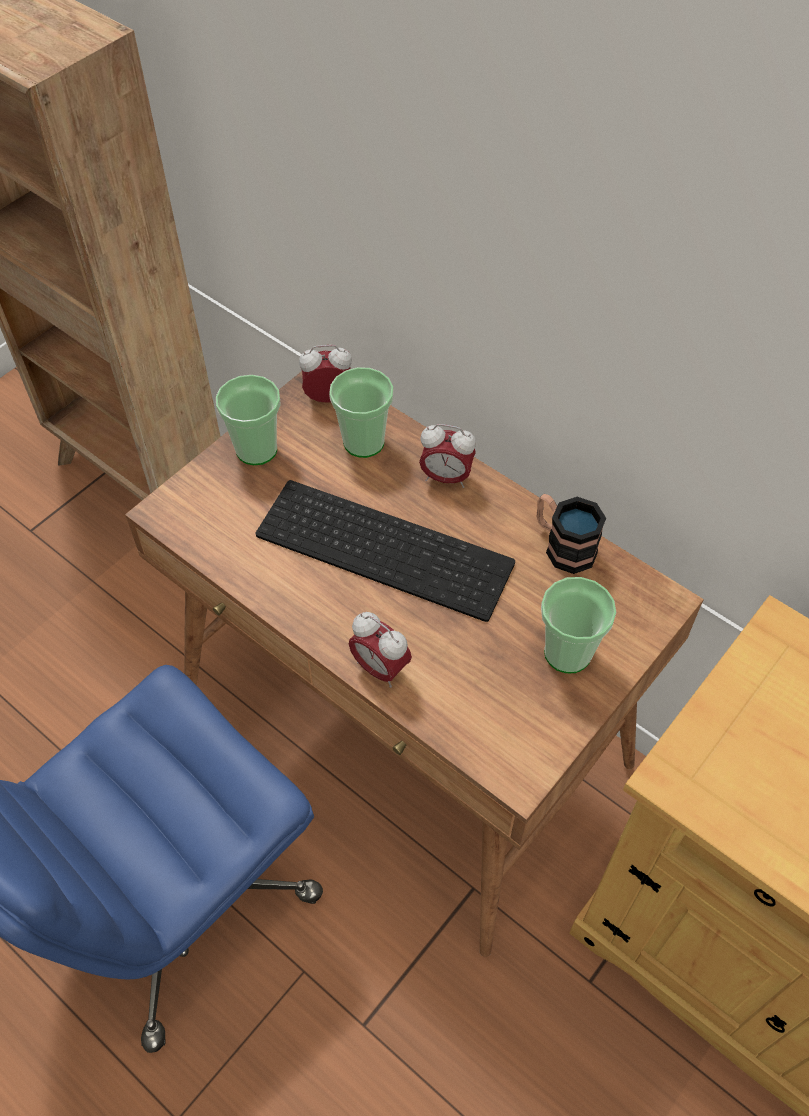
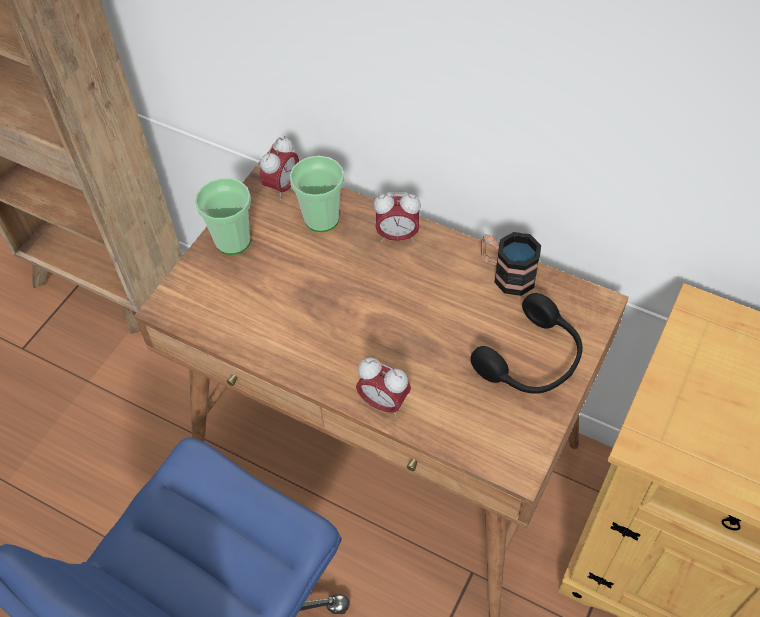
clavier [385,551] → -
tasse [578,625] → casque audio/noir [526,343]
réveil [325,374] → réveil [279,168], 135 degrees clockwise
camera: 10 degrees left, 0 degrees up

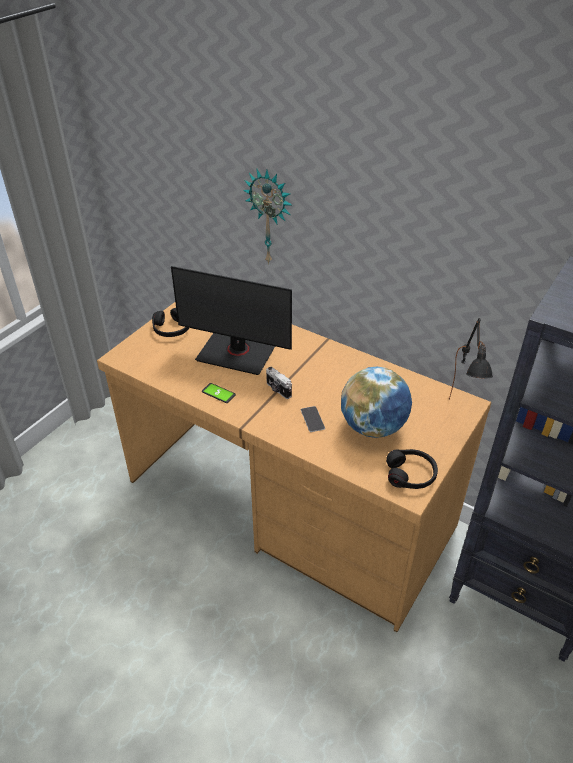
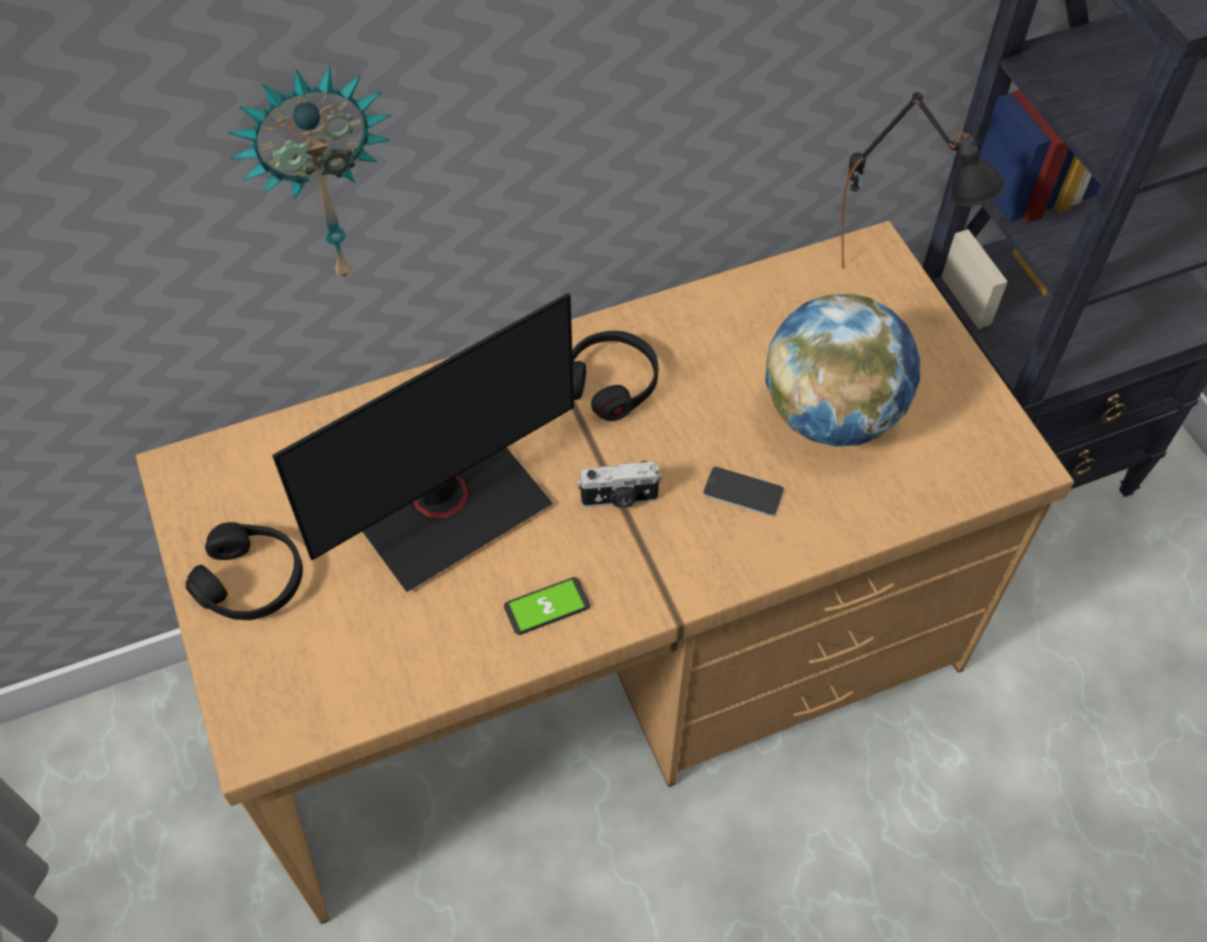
casque audio/noir [412,469] → casque audio/noir [615,376], shifted
camera: 55 degrees left, 15 degrees up

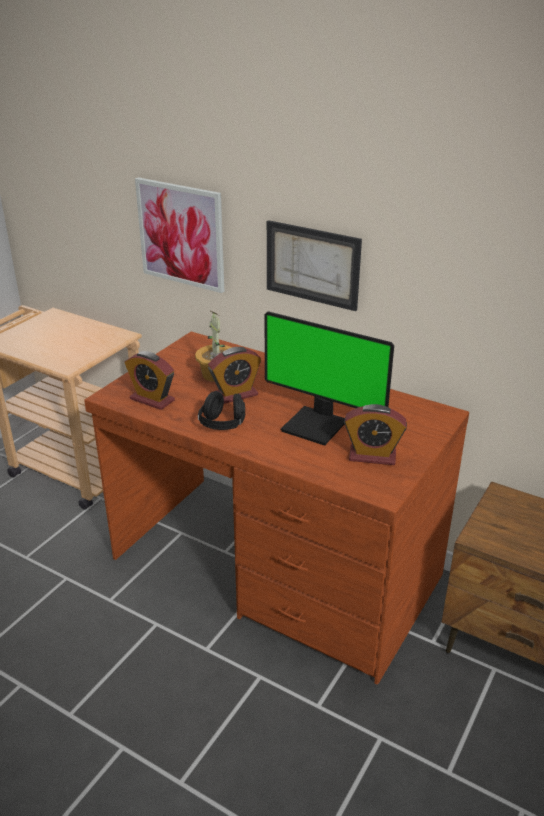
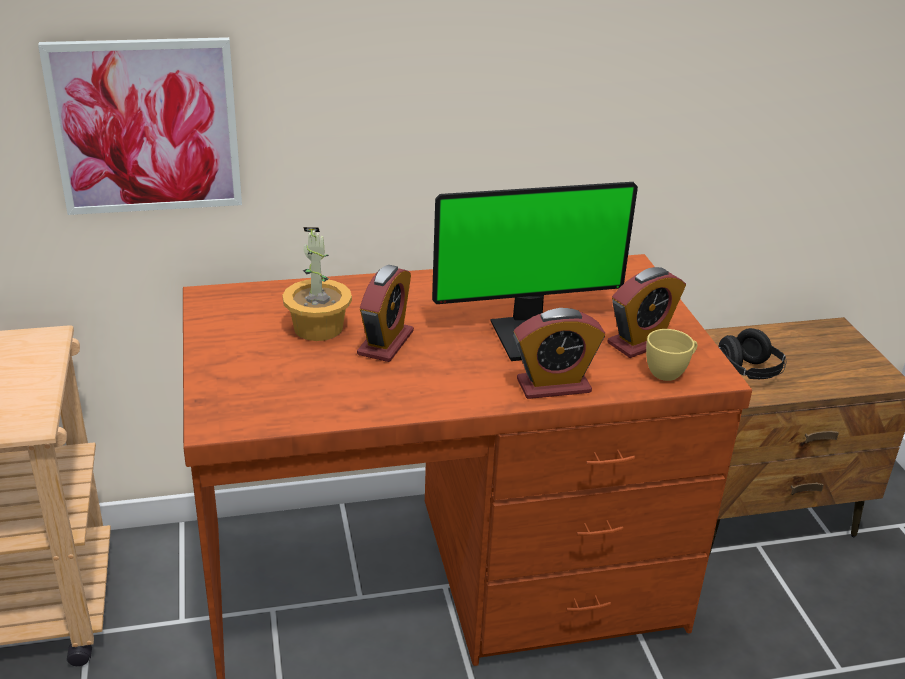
tableau [314,265] → -
- → tasse/jaune [672,355]
réveil [150,380] → réveil [559,353], shifted
casque audio/noir [221,410] → casque audio/noir [752,353], shifted
camera: 45 degrees left, 0 degrees up

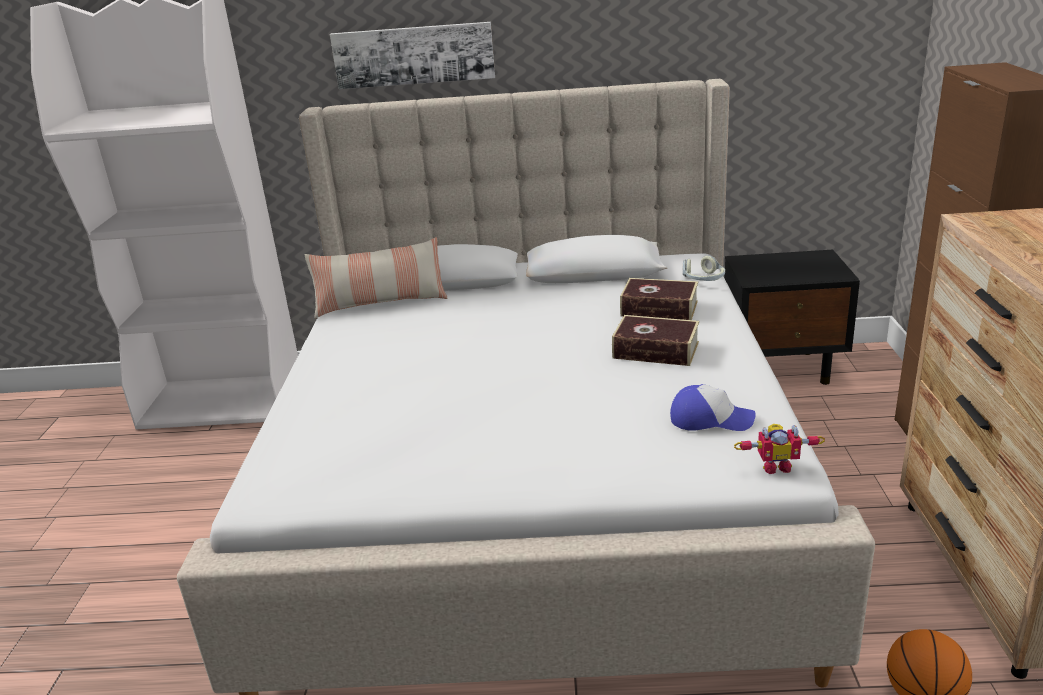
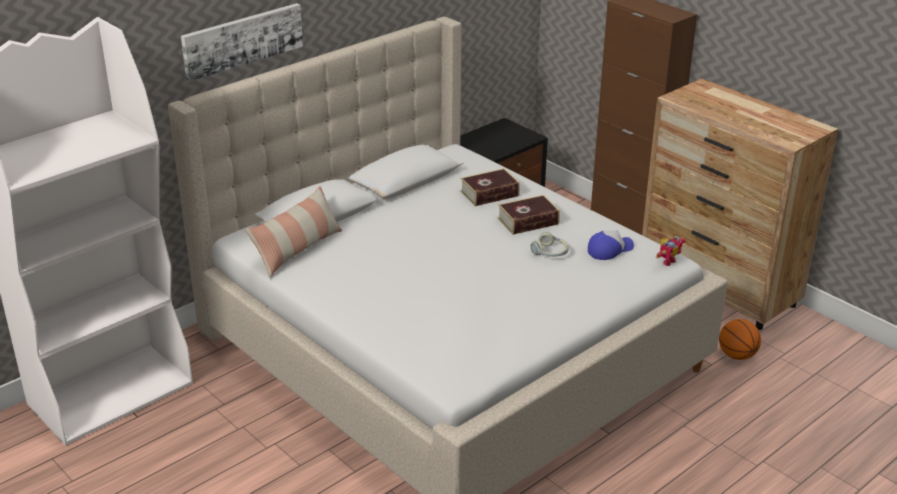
casque audio [704,268] → casque audio [549,244], shifted
camera: 45 degrees left, 5 degrees up

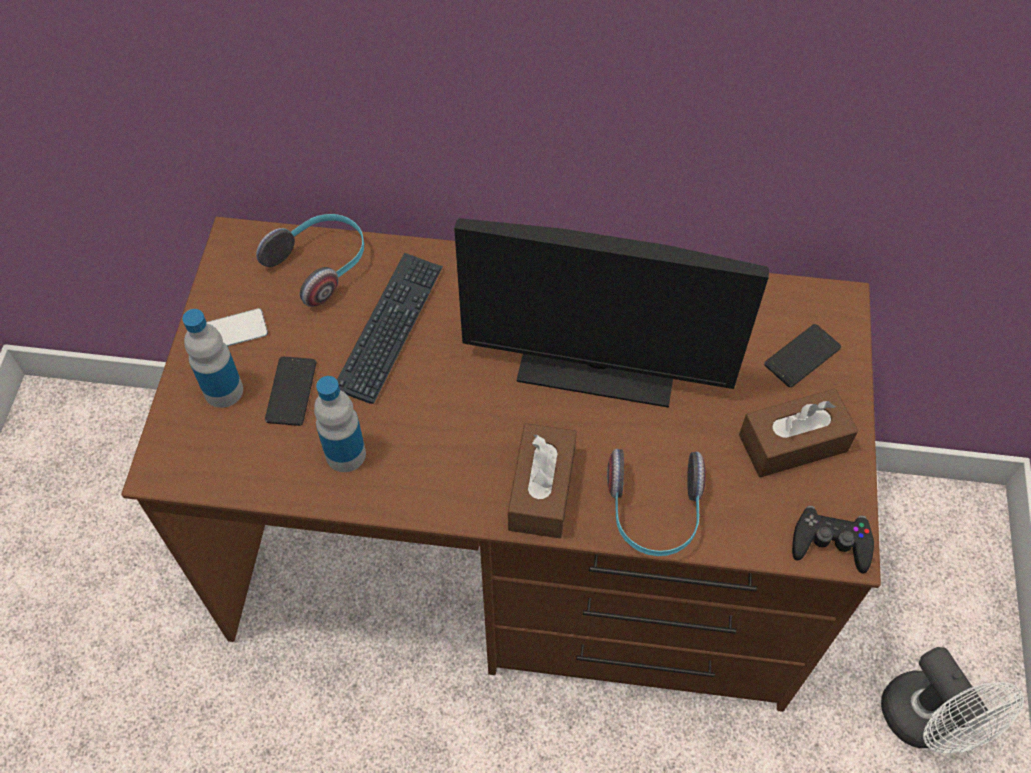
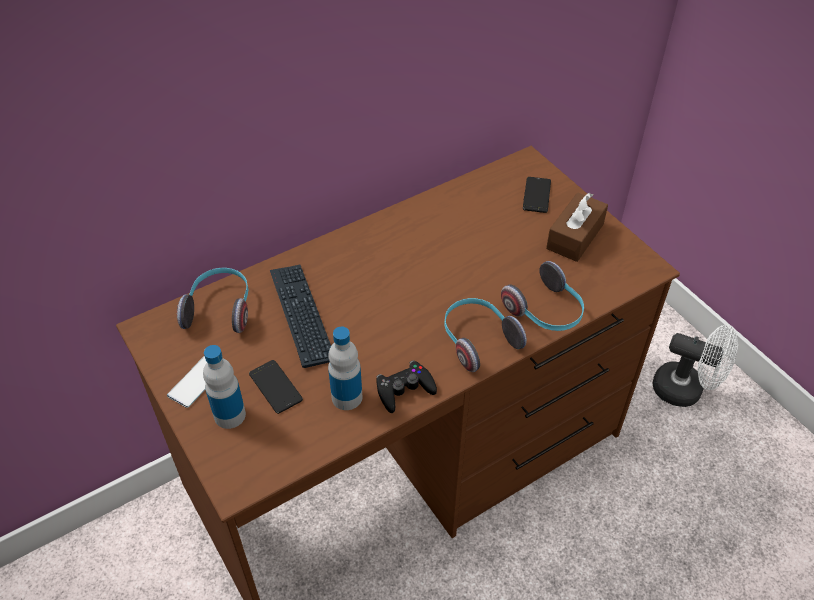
écran d'ordinateur [611,313] → -
manette/noir [833,540] → manette/noir [406,386], shifted
boîte à mouchoirs/marron [542,480] → casque audio [486,335]
camera: 40 degrees left, 10 degrees down

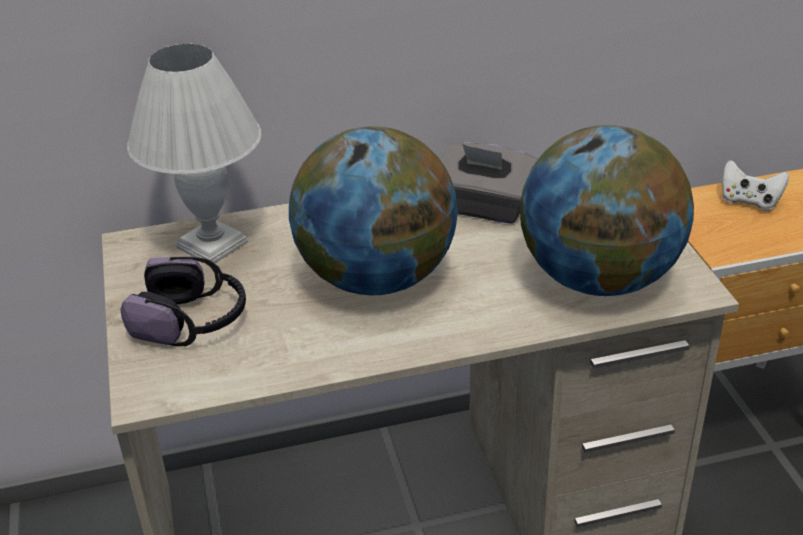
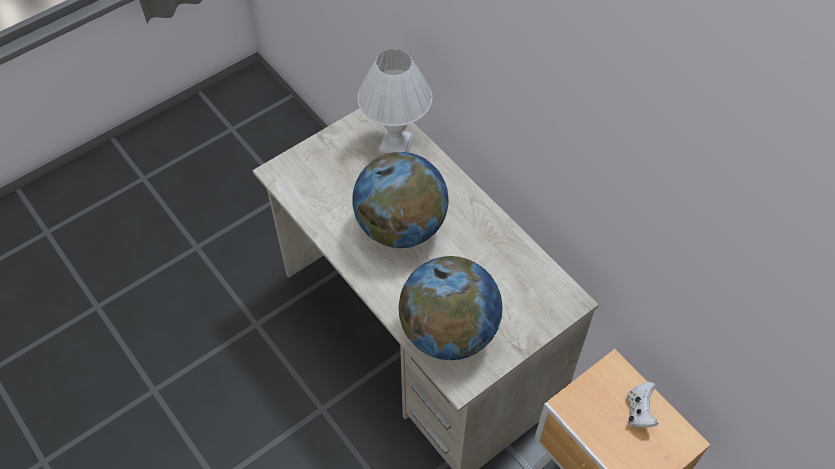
casque audio [183,301] → -
boîte à mouchoirs/gris [489,183] → -
camera: 65 degrees right, 20 degrees up

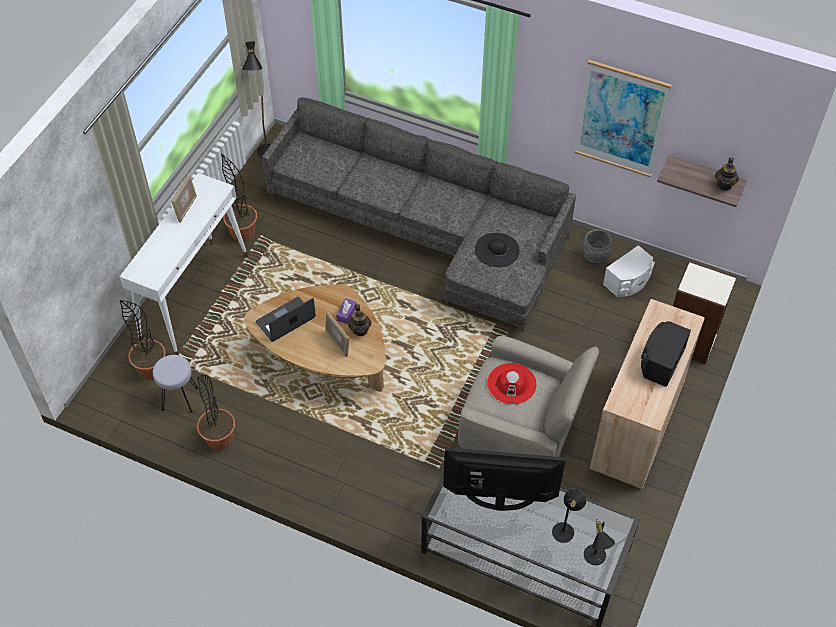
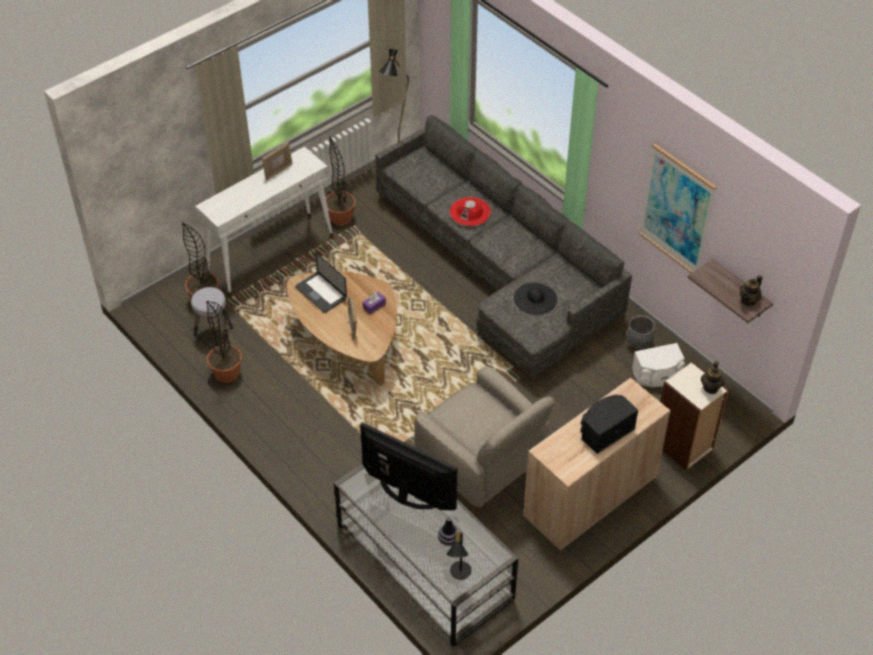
théière [359,320] → théière [712,377], shifted
chapeau/rouge [512,383] → chapeau/rouge [470,211], shifted
lampe de table/noir [569,516] → vase [448,531]
ordinateur portable [286,319] → ordinateur portable [321,283], 120 degrees counterclockwise
camera: 25 degrees right, 5 degrees down

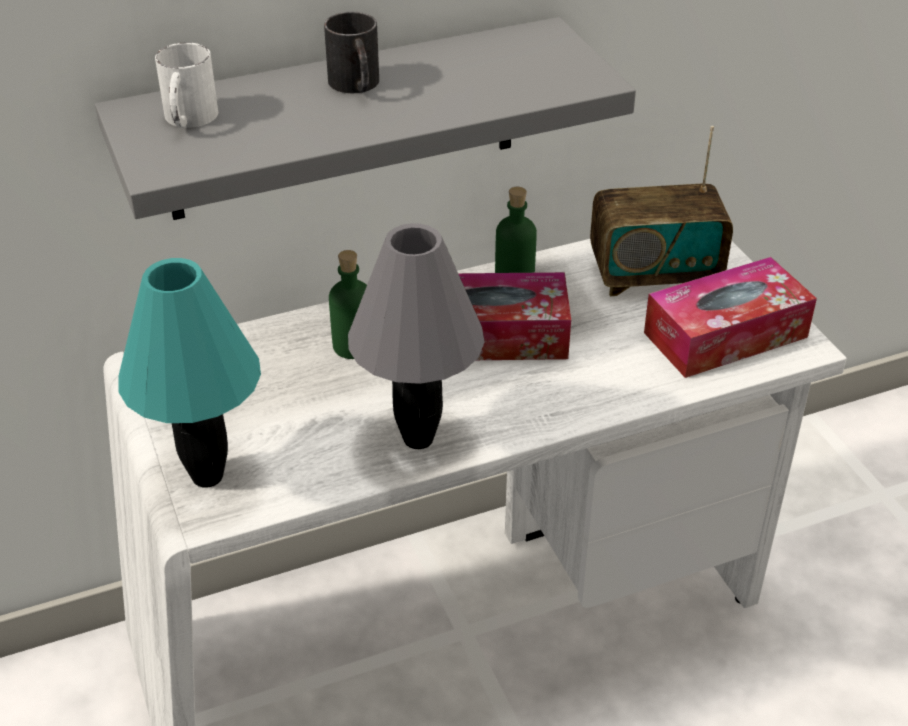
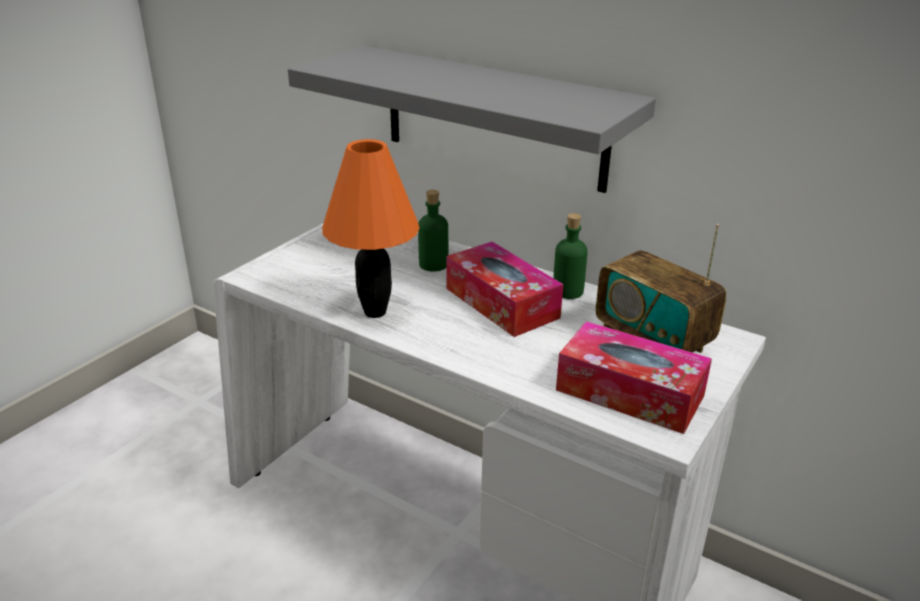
lampe de table/turquoise [189,373] → -
mug/blanc [186,85] → -
mug/noir [351,52] → -
lampe de table/gris [416,336] → lampe de table/orange [371,228]
camera: 55 degrees right, 10 degrees down

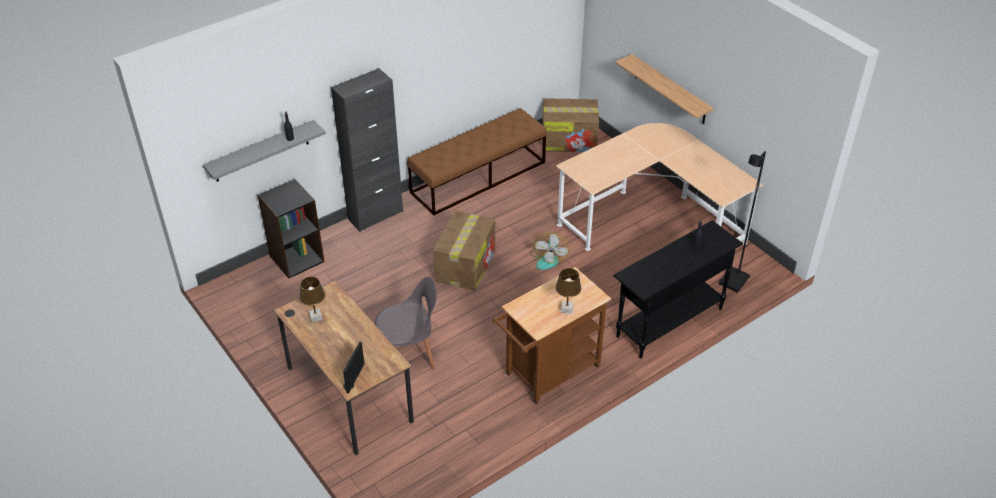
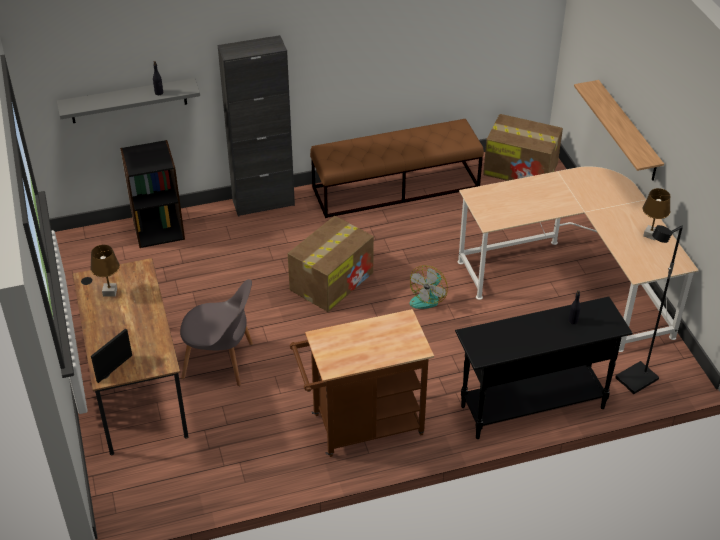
lampe de table/marron [568,291] → lampe de table/marron [656,214], shifted
camera: 20 degrees right, 0 degrees up

